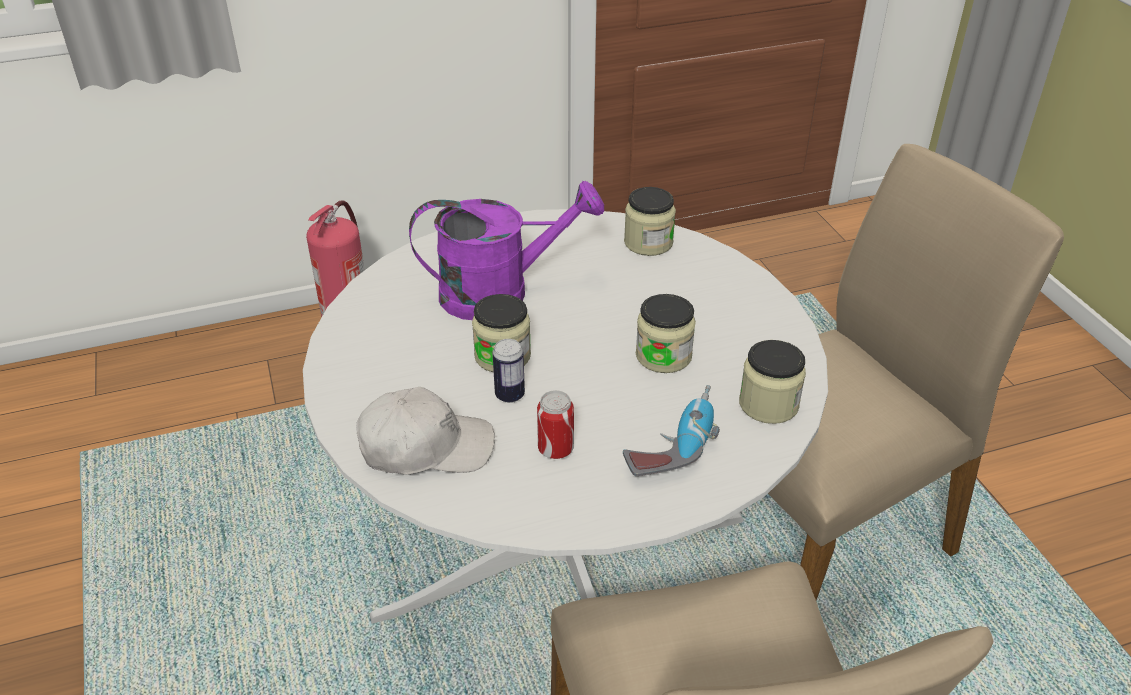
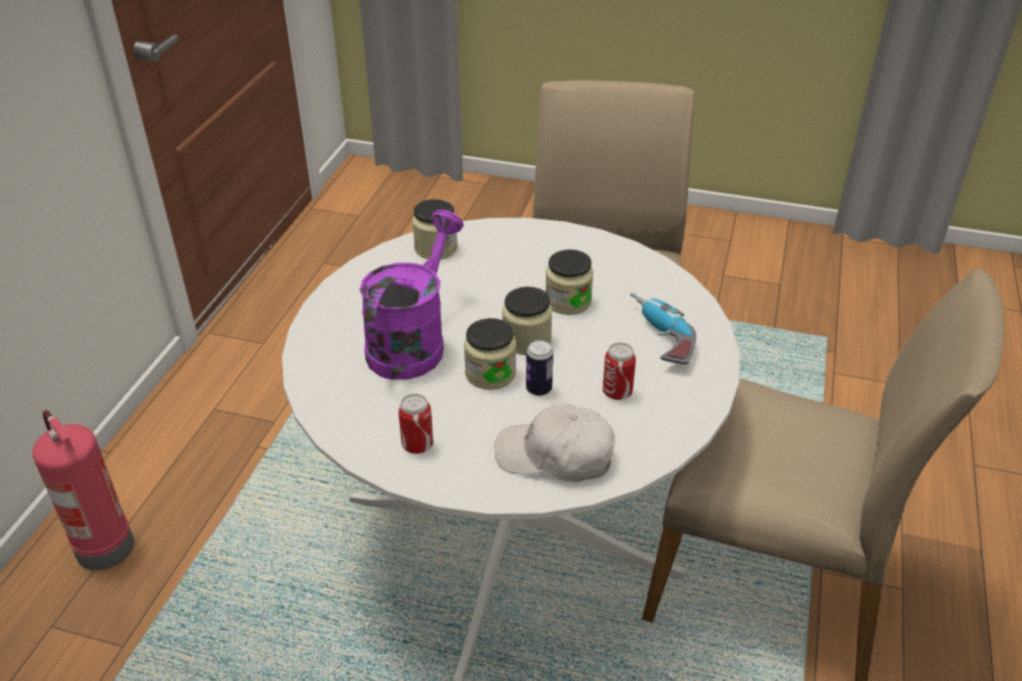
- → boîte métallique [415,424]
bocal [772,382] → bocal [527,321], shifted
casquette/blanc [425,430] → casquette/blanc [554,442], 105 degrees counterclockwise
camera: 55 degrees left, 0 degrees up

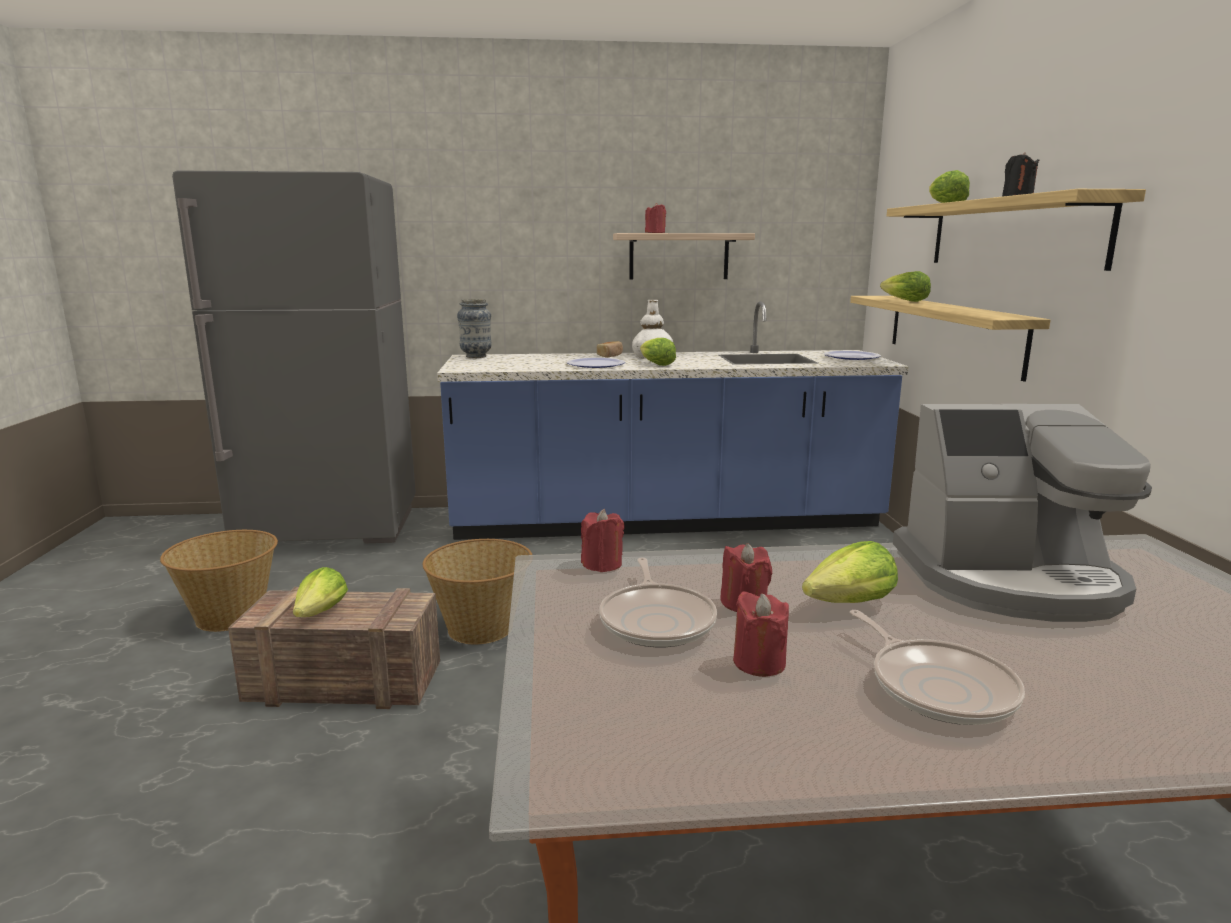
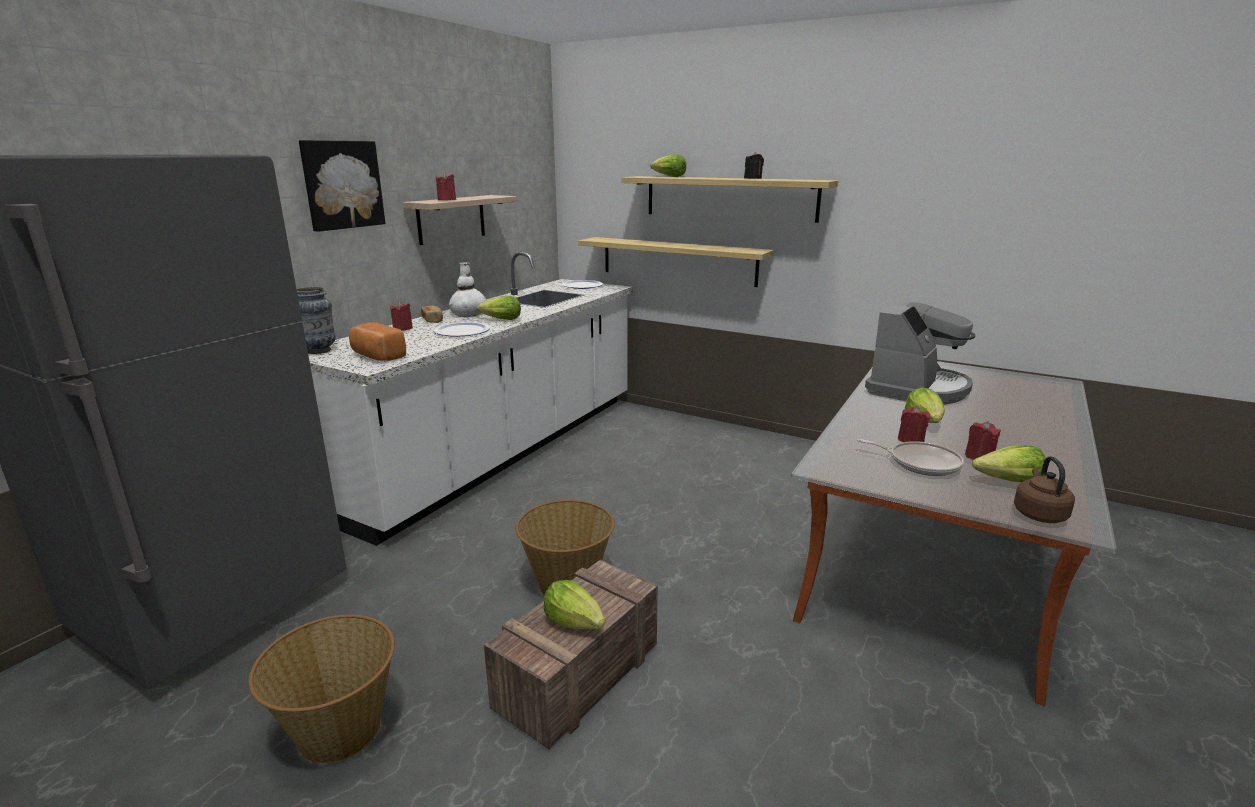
poêle [937,667] → -
- → tableau [342,186]
- → pain [377,341]
- → bouilloire/marron [1044,489]
bougie/rouge [602,540] → bougie/rouge [401,315], shifted
laitue [905,286] → laitue [1009,463], shifted
comptoir de cuisine/bleu [673,420] → comptoir de cuisine/blanc [470,399]
camera: 55 degrees left, 5 degrees up

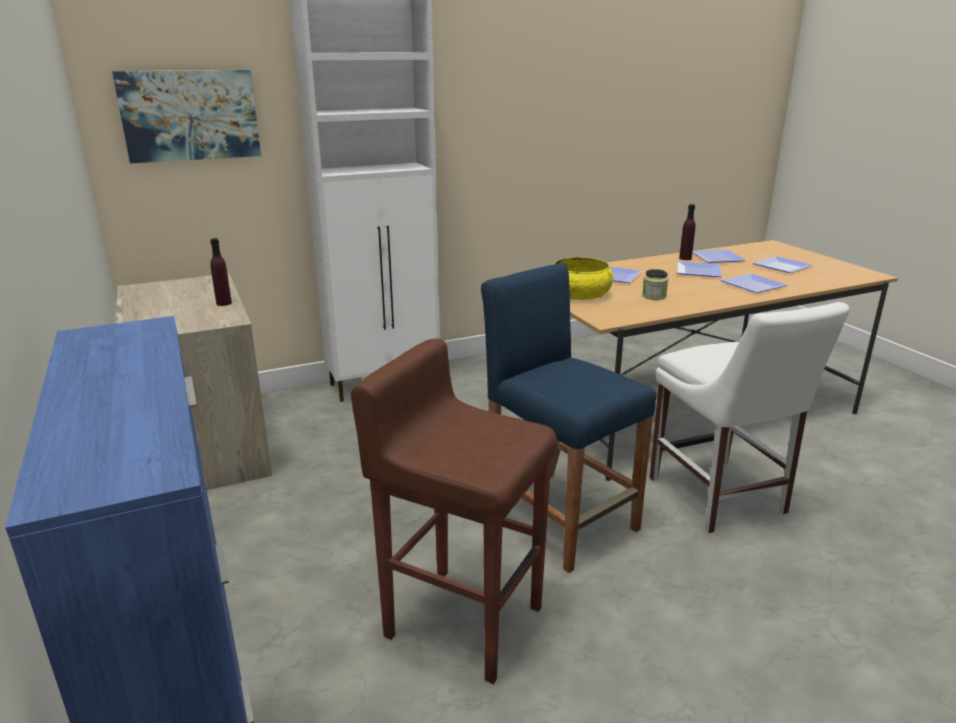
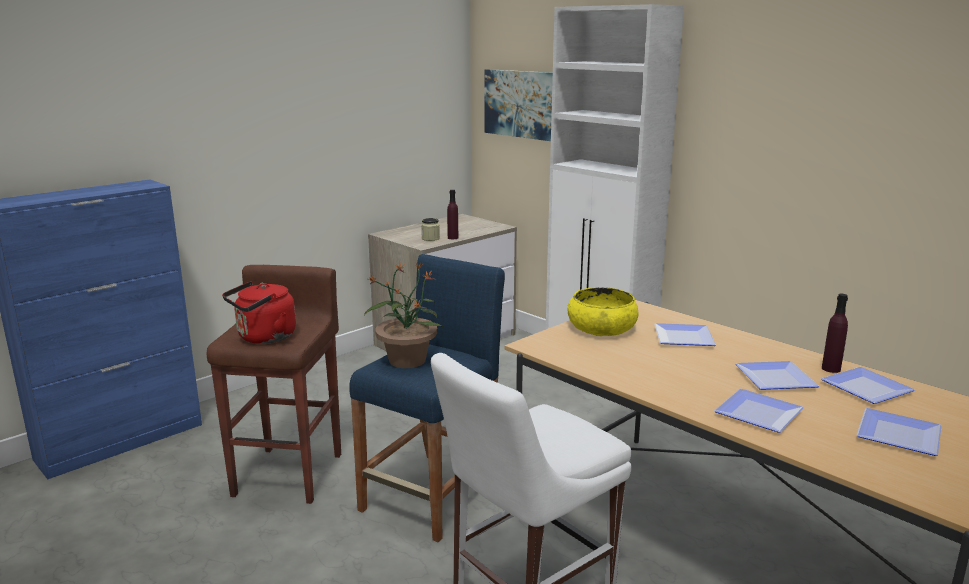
- → bouilloire/rouge [259,312]
- → plante en pot [404,315]
bocal [655,284] → bocal [430,229], shifted
camera: 70 degrees right, 5 degrees down

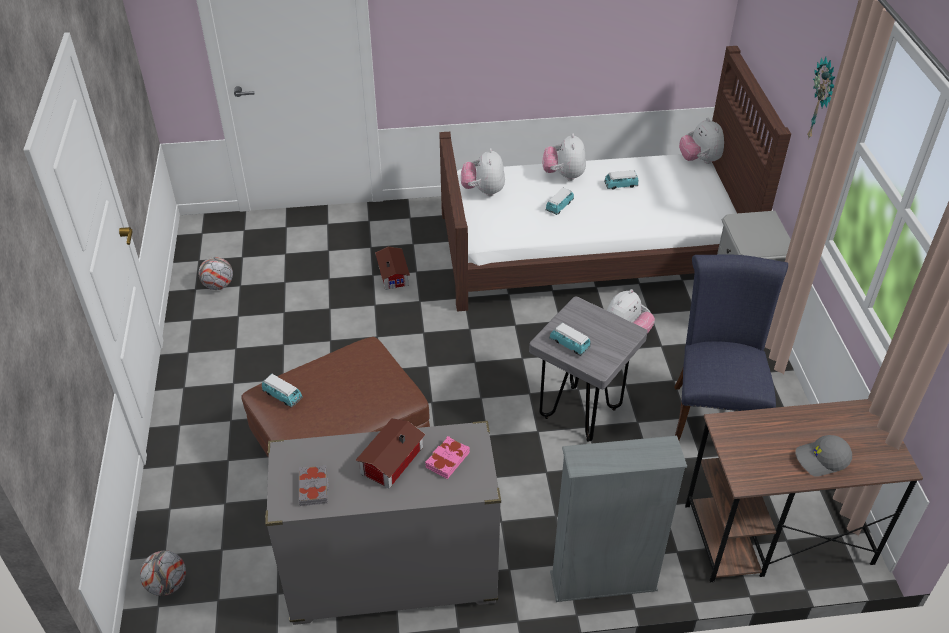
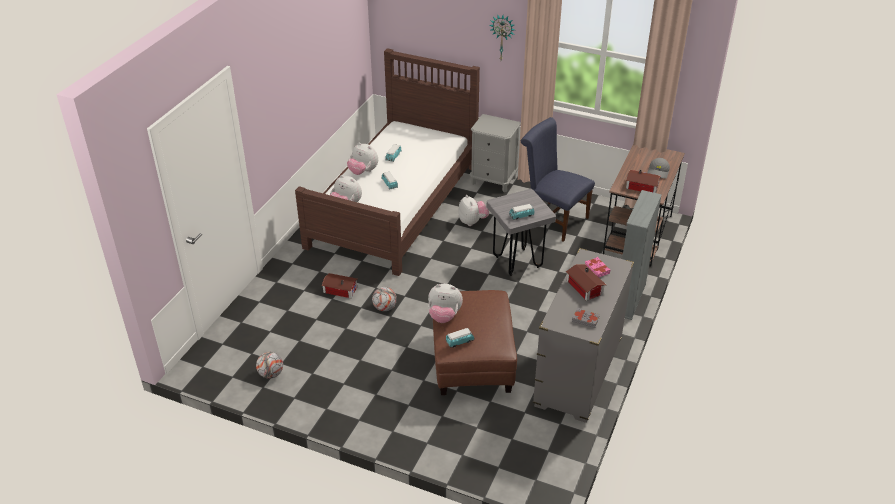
- → maison miniature [643,181]
ballon de foot [163,573] → ballon de foot [384,299], shifted
peluche [701,141] → peluche [445,303], shifted
camera: 60 degrees left, 5 degrees down

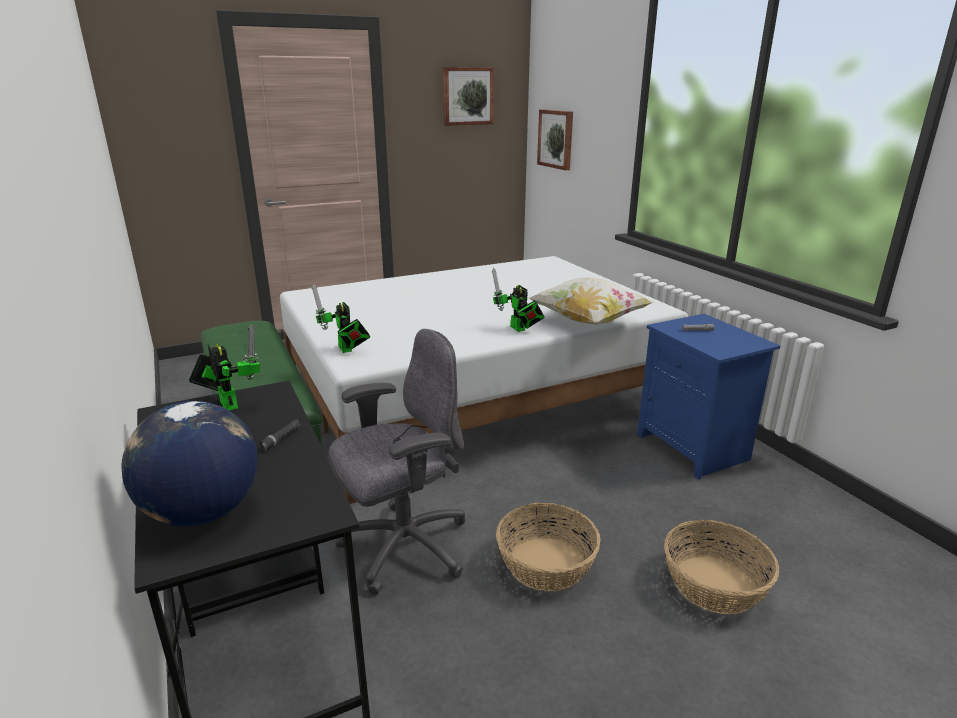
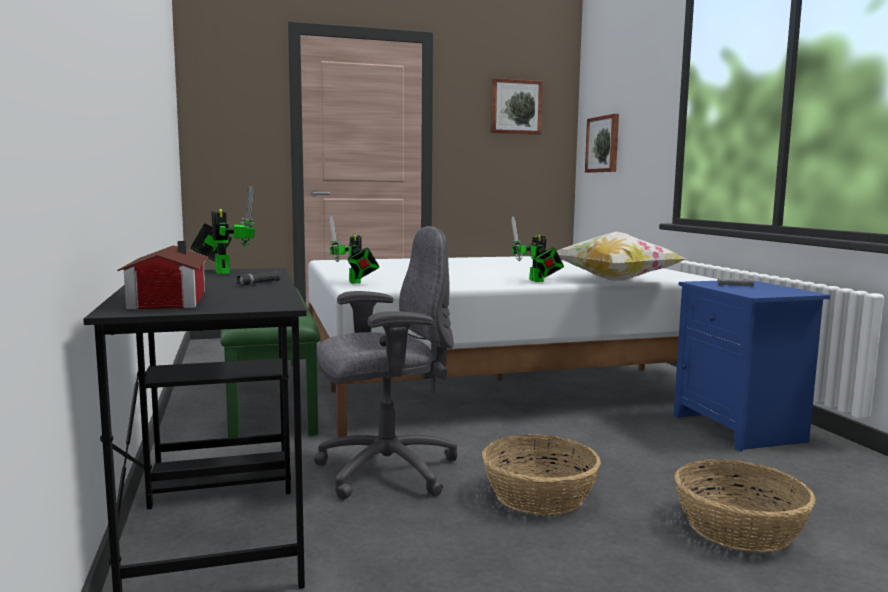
globe [189,464] → maison miniature [163,275]
camera: 10 degrees right, 15 degrees down

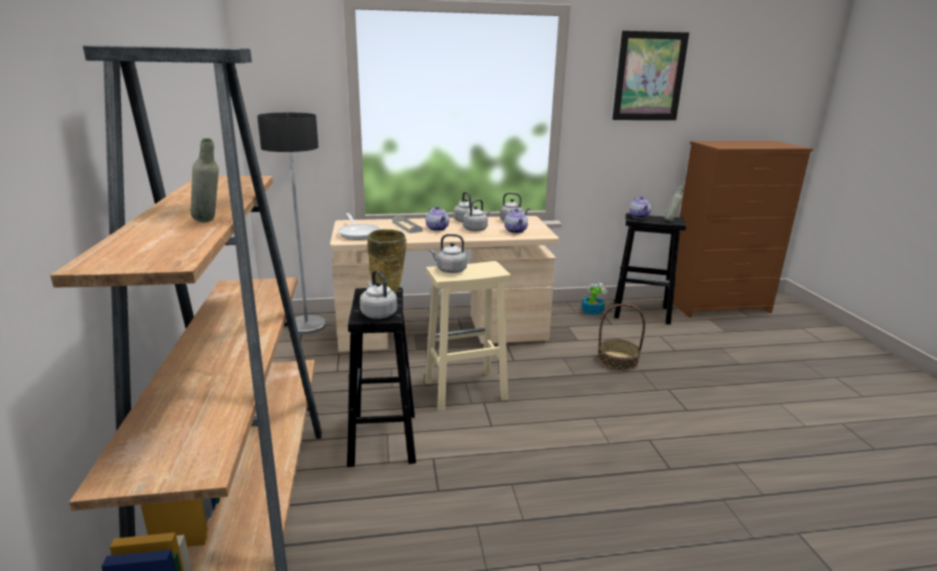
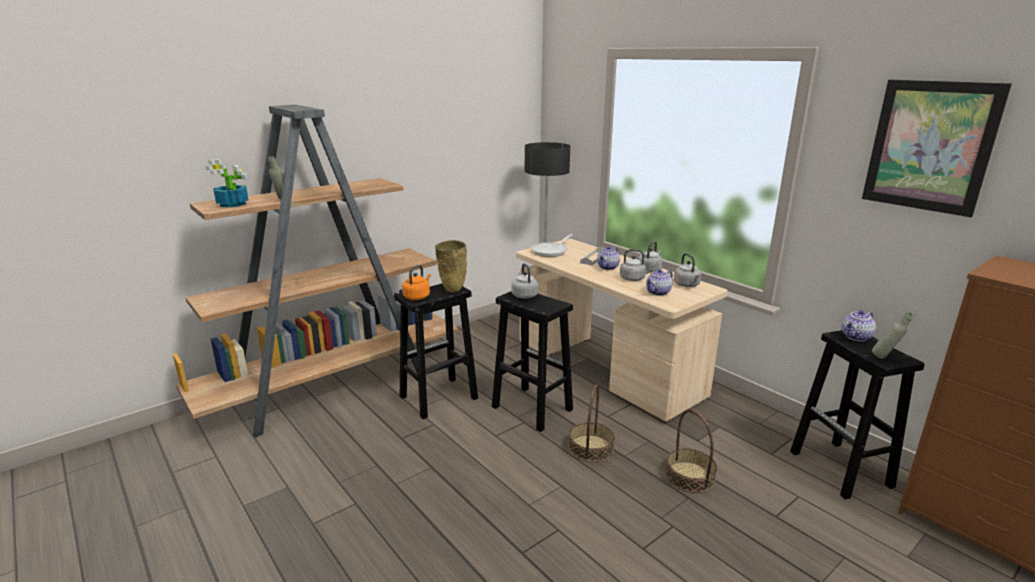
- → panier [592,423]
plante en pot [594,299] → plante en pot [227,183], shifted
bouilloire/gris [378,294] → bouilloire/orange [416,282]
tabouret/beige [468,336] → tabouret/noir [532,362]
camera: 60 degrees right, 0 degrees up

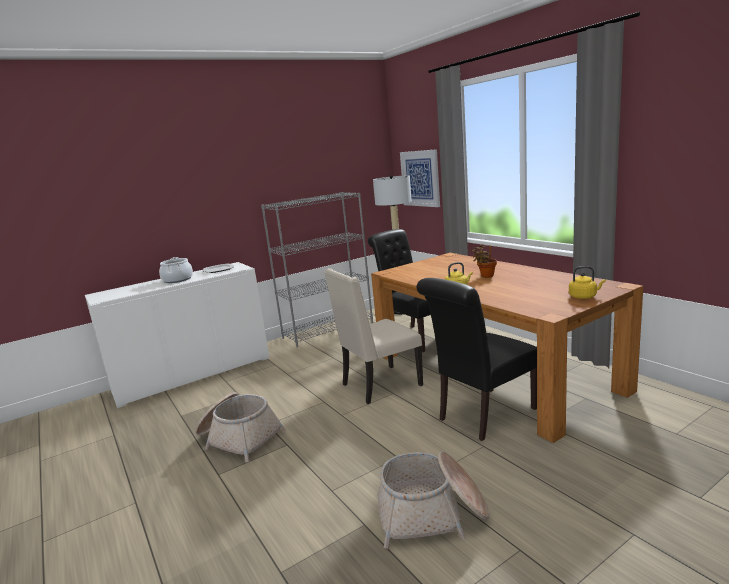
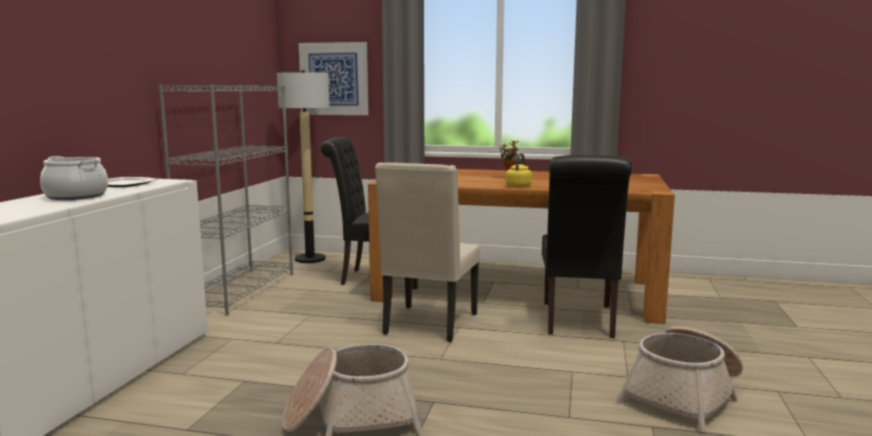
bouilloire/jaune [587,282] → -
camera: 45 degrees left, 5 degrees down

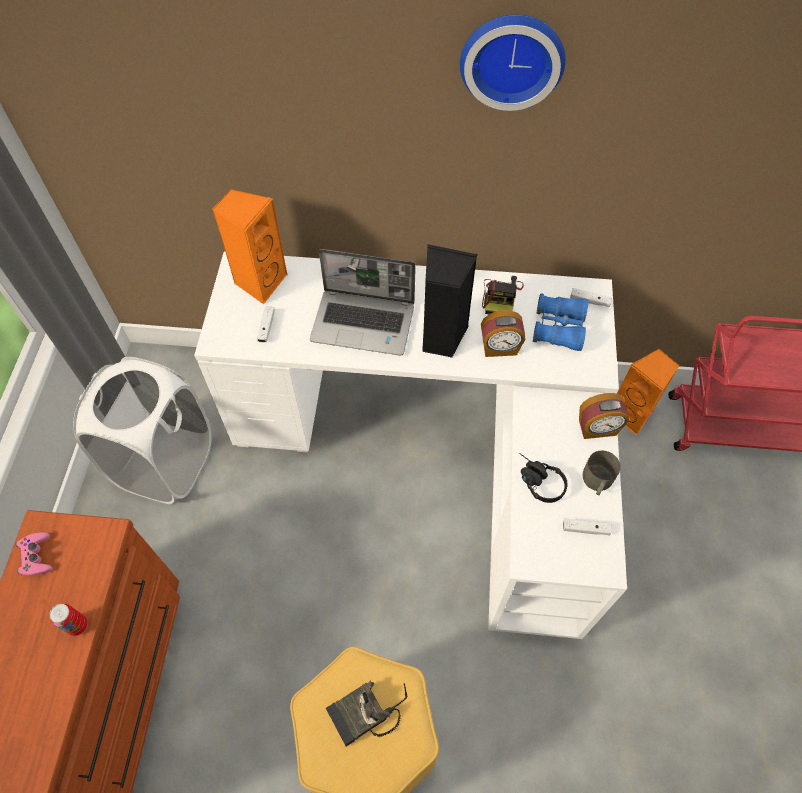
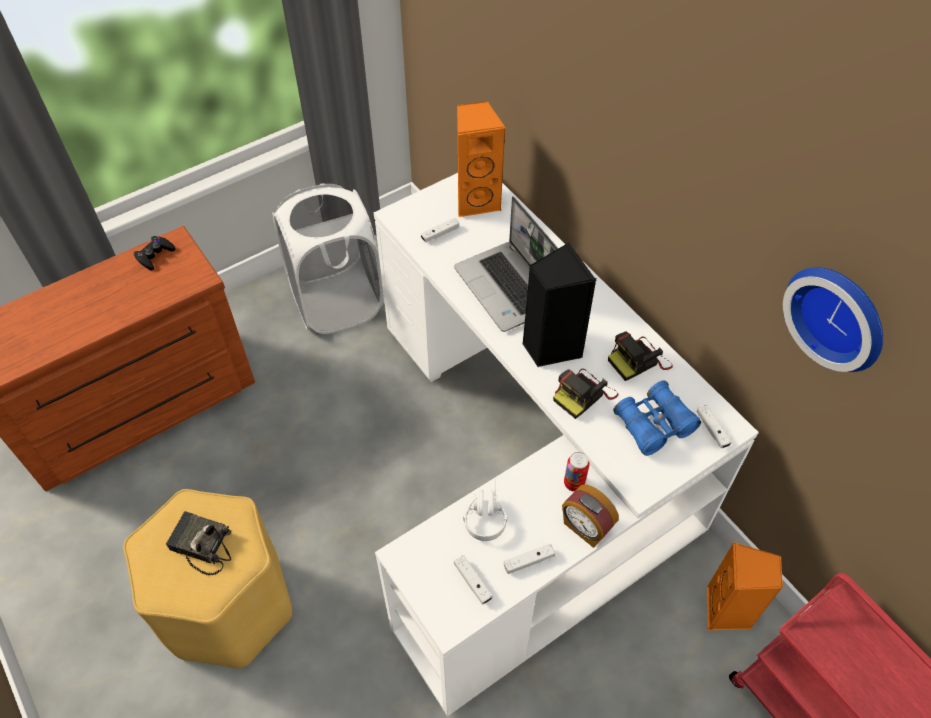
boîte métallique [68,620] → boîte métallique [577,472], shifted
horloge murale [513,63] → horloge murale [833,319], shifted
réveil [503,333] → appareil photo [585,394]
mug/gris [602,473] → manette/blanc [529,559]
manette/rose [34,553] → manette/noir [154,253]
casque audio/noir [543,478] → casque audio/blanc [485,510]
camera: 50 degrees right, 5 degrees down

